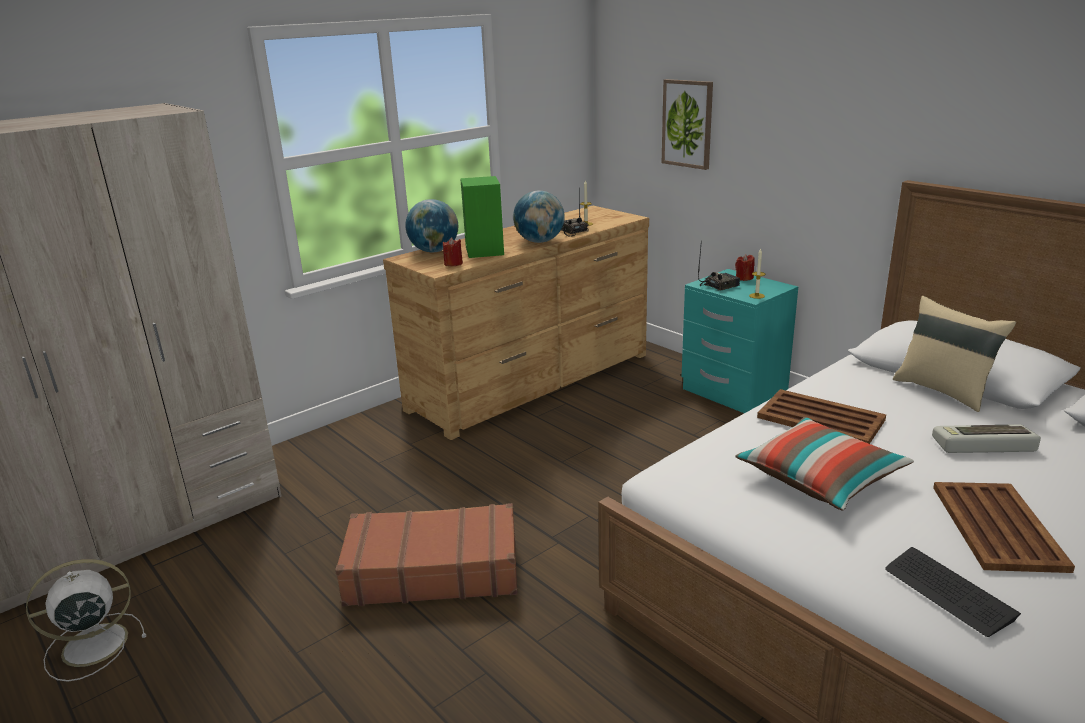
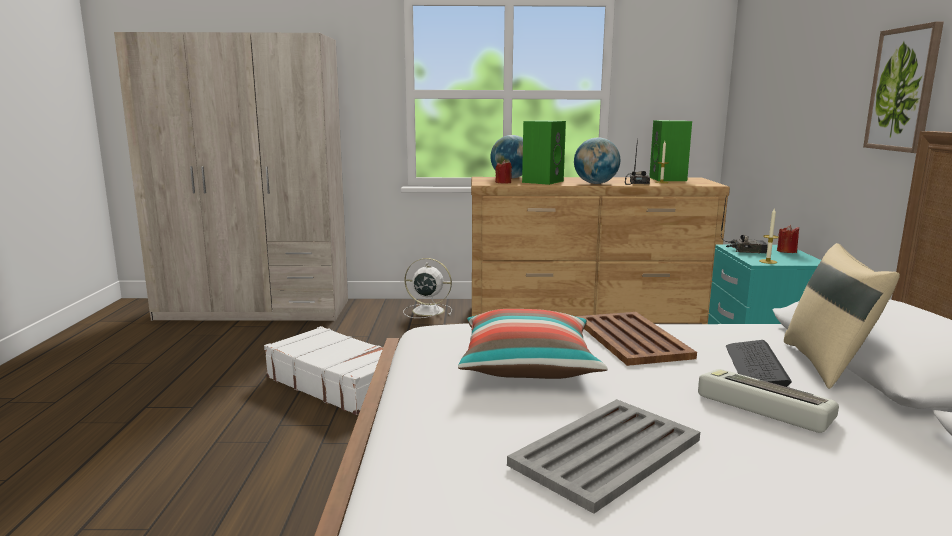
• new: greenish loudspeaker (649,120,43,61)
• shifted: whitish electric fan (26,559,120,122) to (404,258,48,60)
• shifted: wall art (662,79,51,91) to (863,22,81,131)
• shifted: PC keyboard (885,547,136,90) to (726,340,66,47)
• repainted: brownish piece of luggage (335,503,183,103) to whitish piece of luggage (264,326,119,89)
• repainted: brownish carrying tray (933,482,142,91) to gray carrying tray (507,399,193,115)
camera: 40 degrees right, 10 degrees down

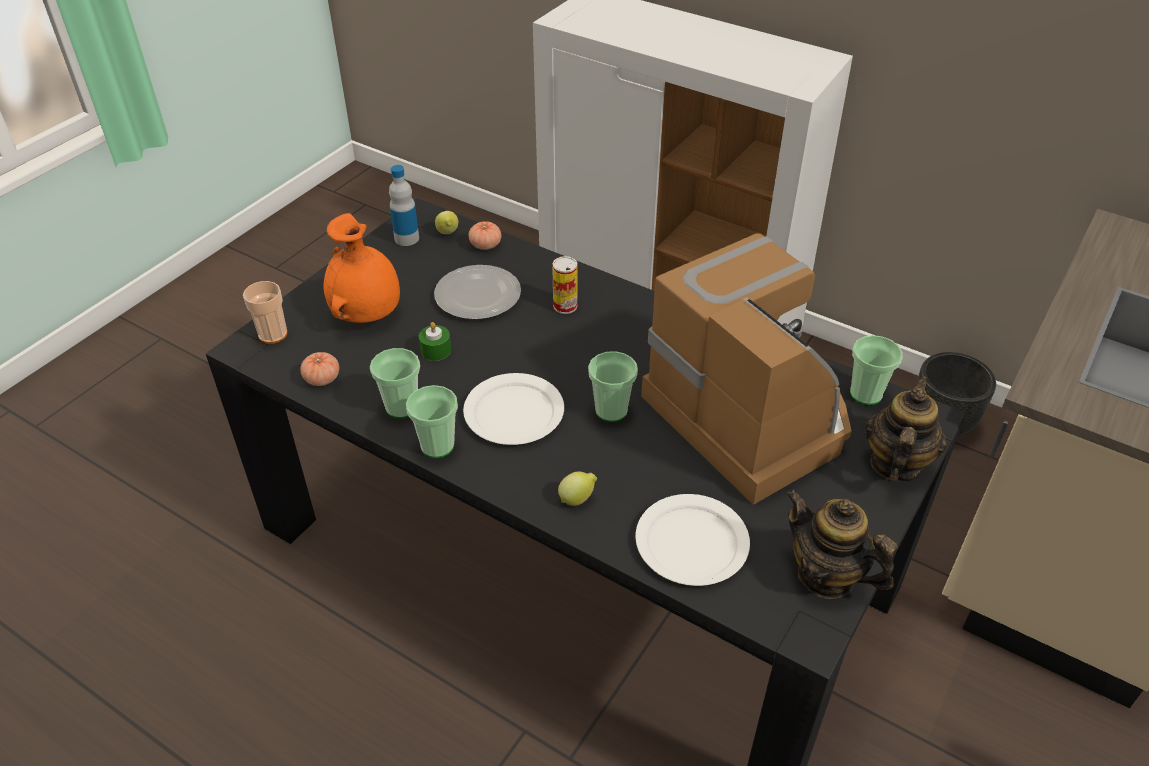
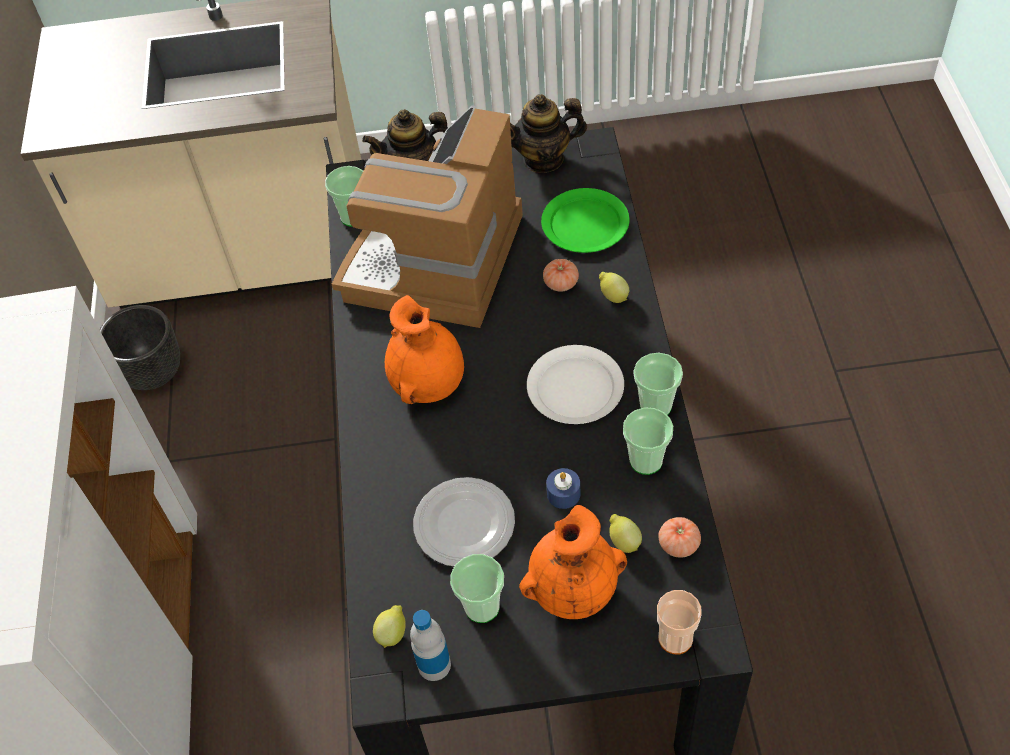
• gone: sealed can (552,256,26,58)
• new: orange-coloured vase (385,295,79,109)
• new: whole lemon (609,514,33,39)
• shifted: tomato (469,221,32,29) to (543,259,36,33)
• shifted: drinking cup (588,351,50,71) to (450,554,54,69)
• repainted: greenish wax candle (419,322,32,39) to blue wax candle (546,468,35,41)
• repainted: whitish dinner plate (635,494,115,92) to greenish dinner plate (541,188,88,65)
• rotated: teapot (786,489,112,110) = (510,94,77,79) 75 degrees clockwise
camera: 125 degrees left, 10 degrees up

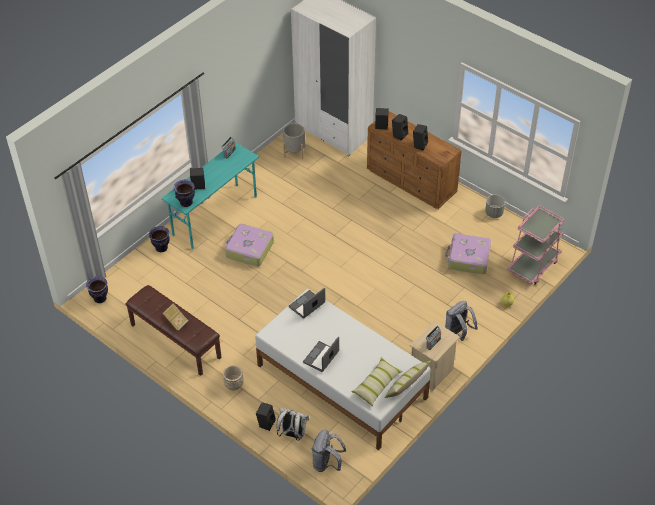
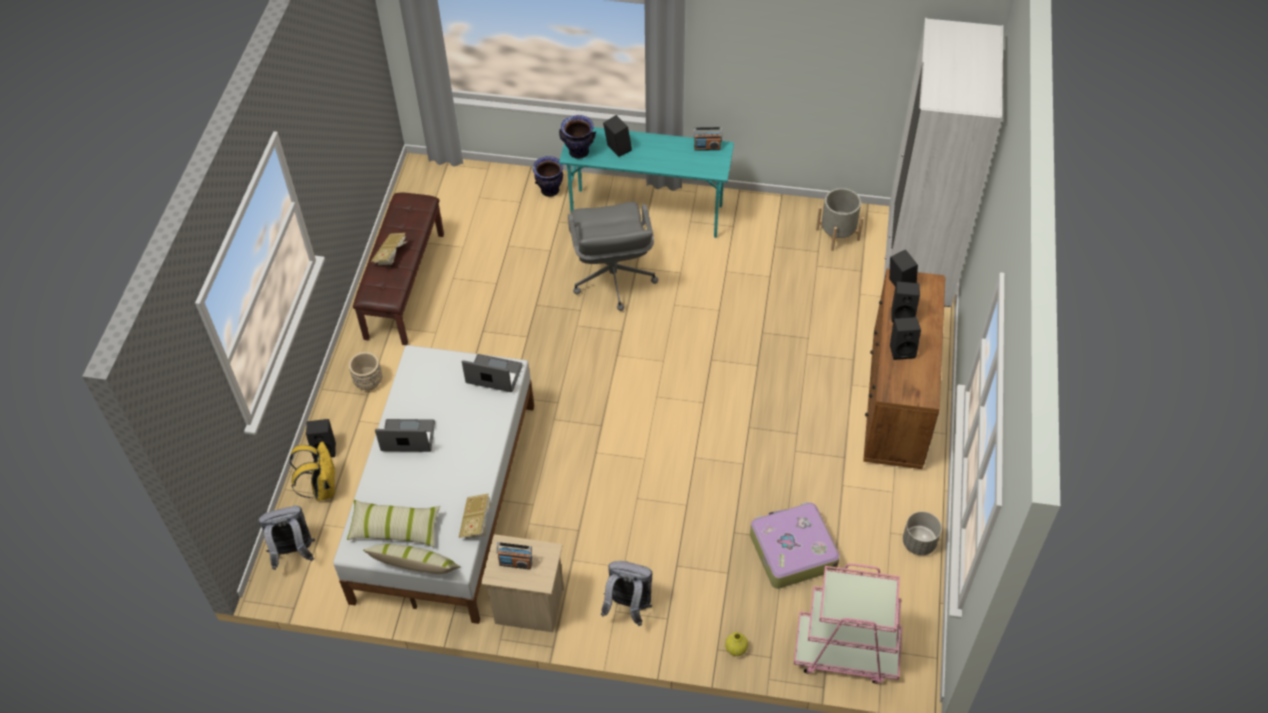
• gone: vase (86,276,22,27)
• new: volume (459,493,33,46)
• swapped: piece of luggage (225,224,49,43) to gray computer chair (568,202,90,109)
• repainted: whitish knapsack (277,408,32,33) to yellowish knapsack (290,441,46,60)
camera: 60 degrees right, 5 degrees up

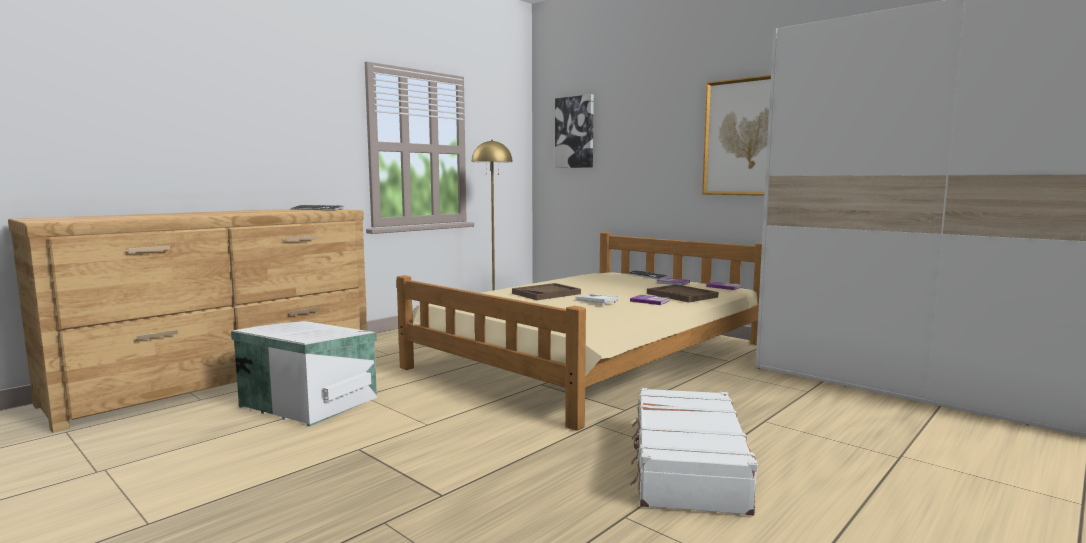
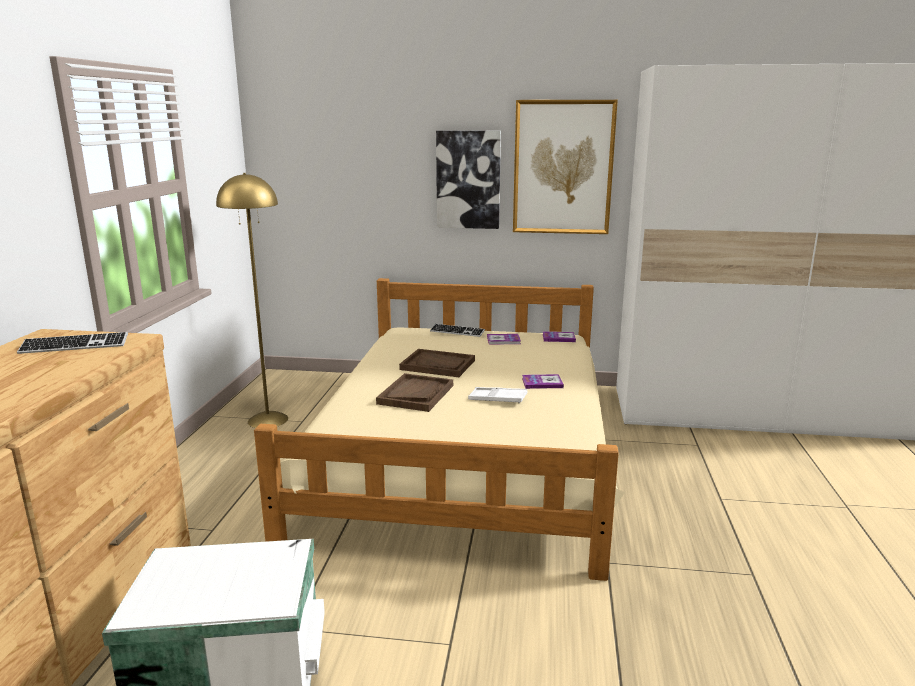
• gone: whitish piece of luggage (630,388,128,127)
• shifted: wall art (555,94,39,74) to (436,131,65,98)
• shifted: brownish carrying tray (647,284,71,19) to (399,349,76,28)
camera: 35 degrees left, 10 degrees up

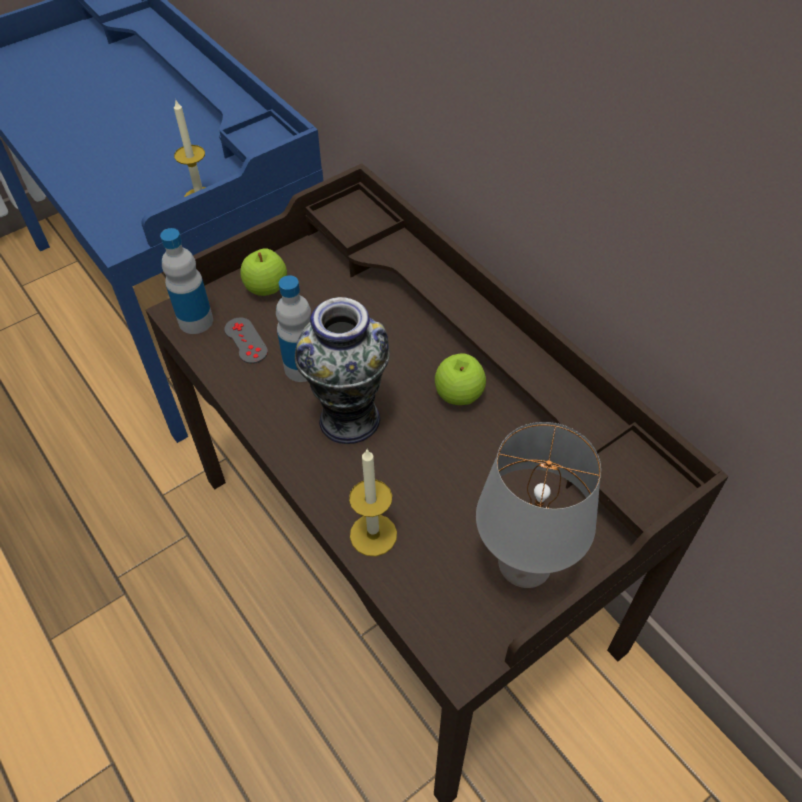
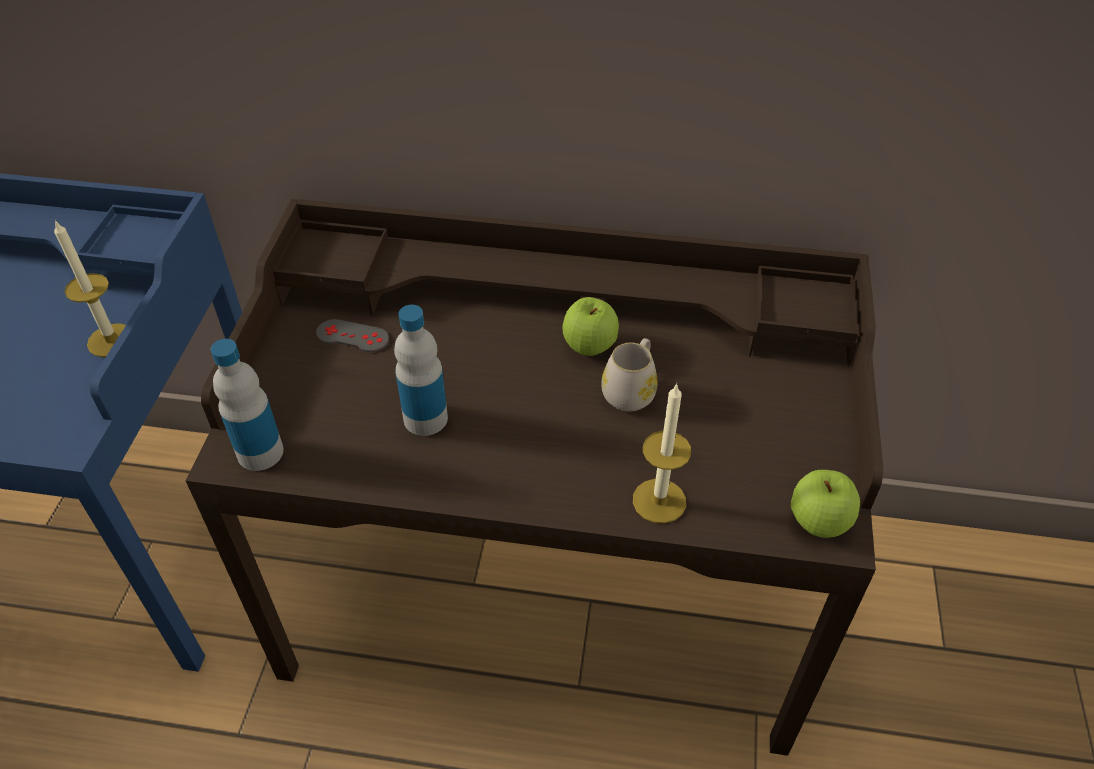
• gone: vase (295,297,95,147)
• gone: gray table lamp (476,422,125,166)
• new: whitish tea mug (601,338,57,74)
• shifted: gray joypad (224,317,44,47) to (316,319,73,33)
• shifted: apple (240,249,47,47) to (791,470,69,68)
camera: 45 degrees left, 5 degrees down

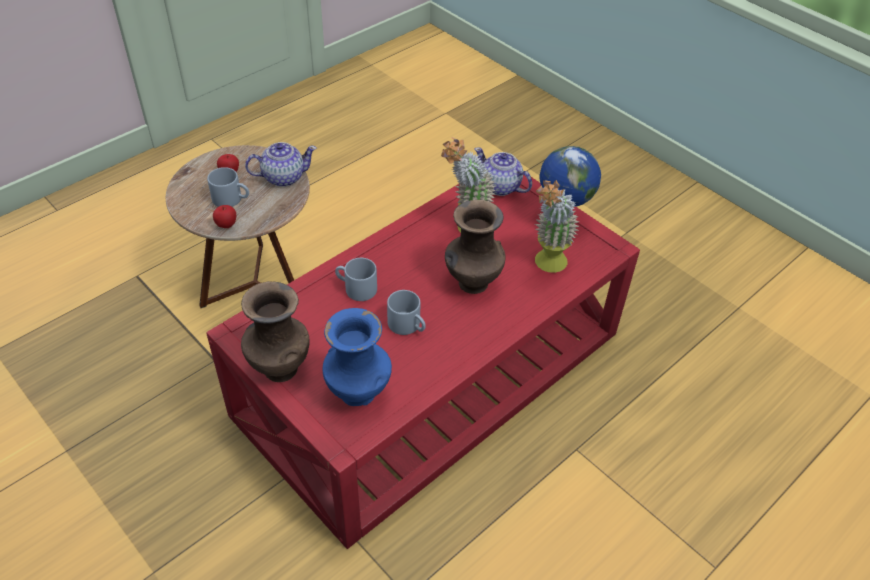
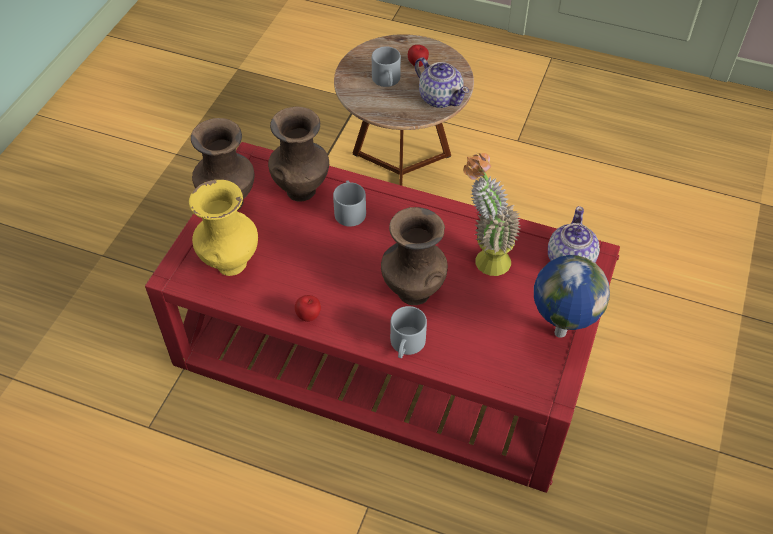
• gone: houseplant (535,180,45,93)
• new: brownish vase (268,107,61,95)
• shifted: apple (213,205,23,23) to (295,295,26,27)
• shifted: gray tea mug (387,290,39,45) to (390,306,37,52)
• repainted: blue vase (323,308,69,98) to yellowish vase (189,180,69,96)
camera: 65 degrees right, 5 degrees up

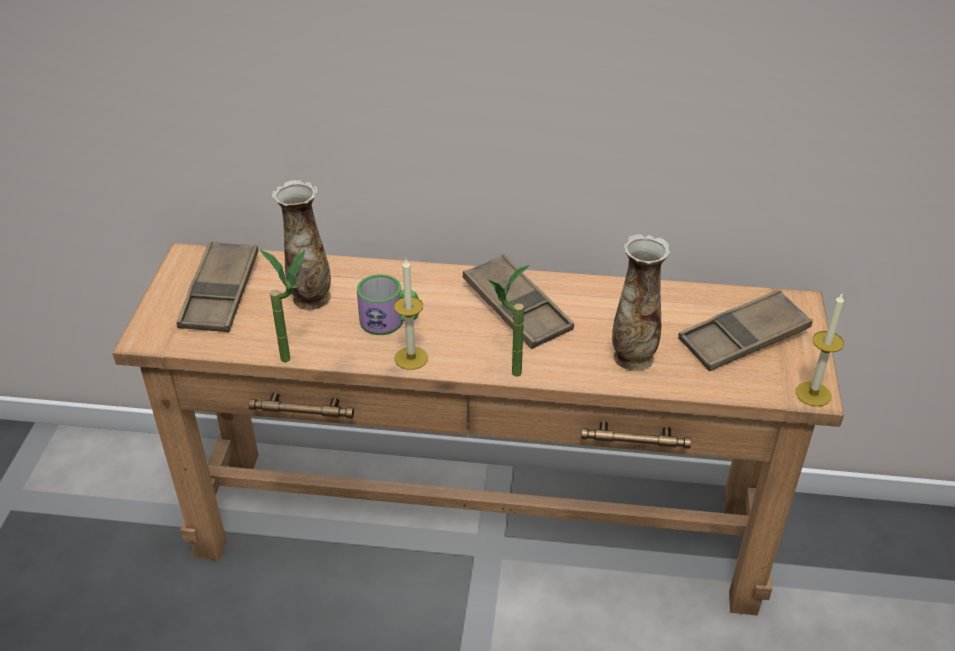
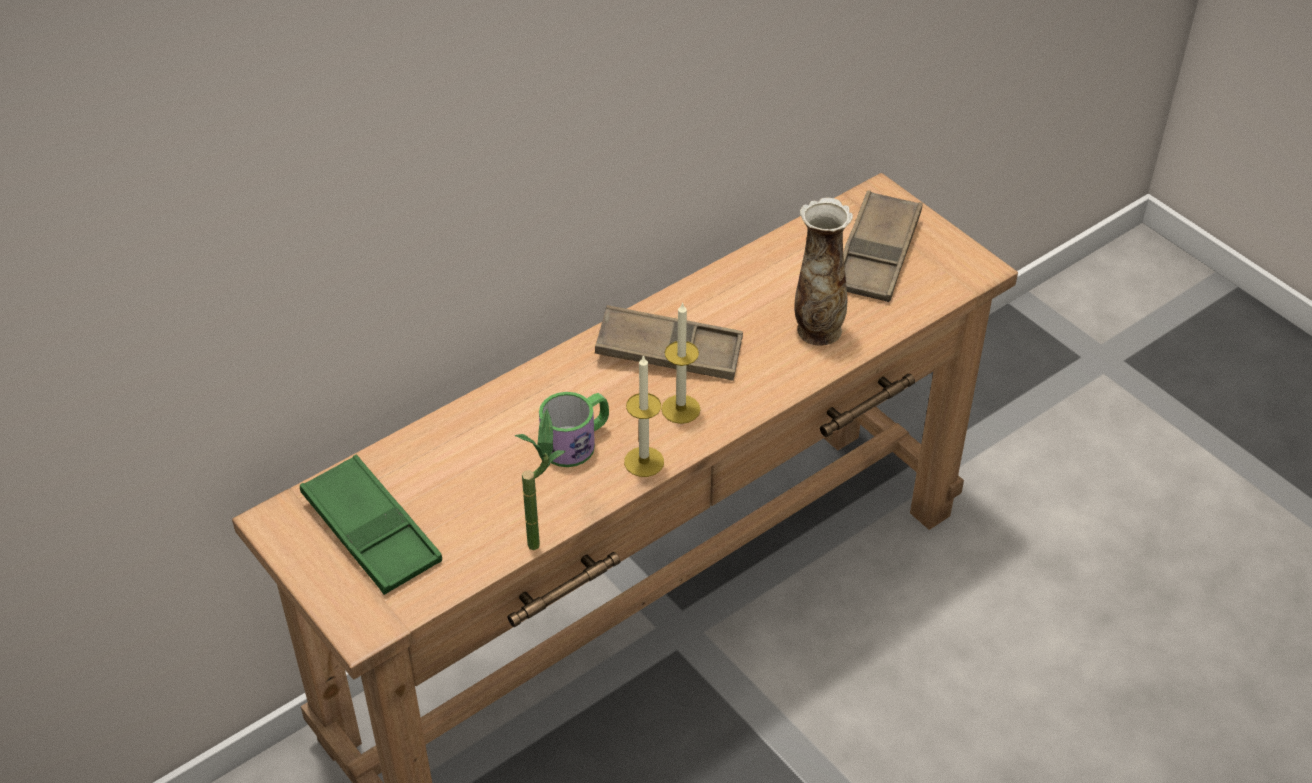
• gone: vase (272,180,59,130)
• gone: houseplant (487,265,43,112)
• shifted: wax candle (796,294,48,113) to (661,302,40,122)
• repainted: brownish carrying tray (177,241,81,91) to greenish carrying tray (300,455,142,140)
camera: 45 degrees left, 5 degrees up

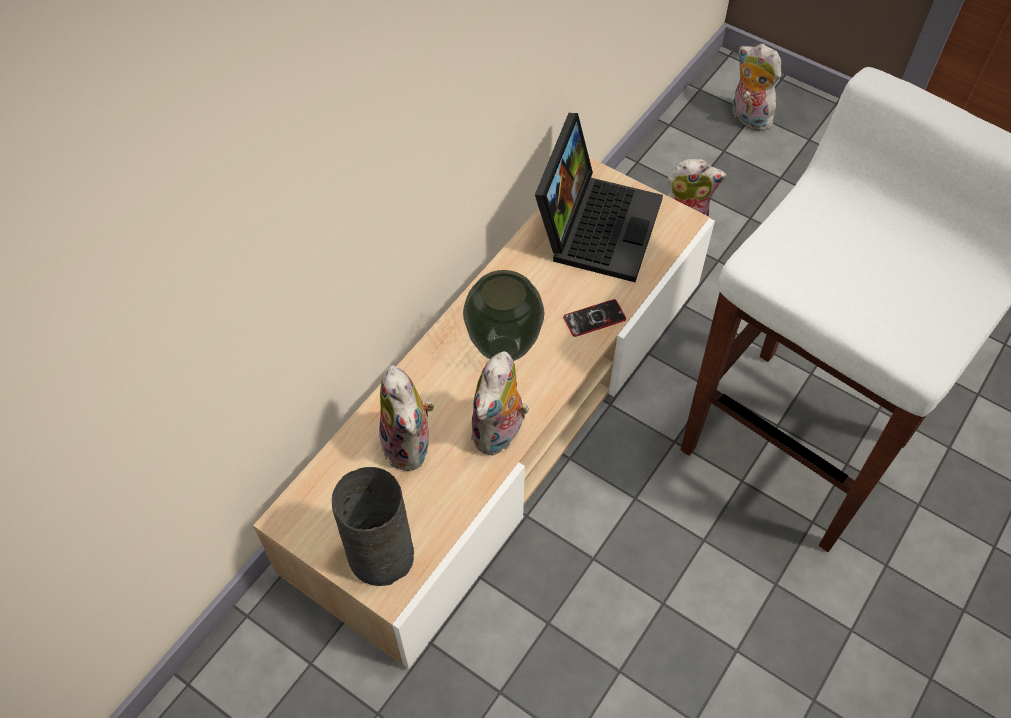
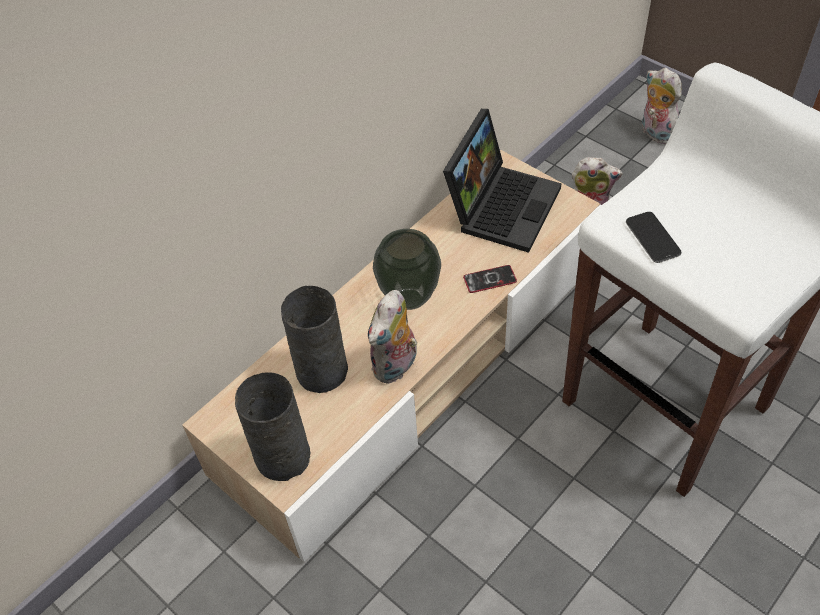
• new: handset (626,212,55,51)
• swapped: soft toy (379,365,55,106) to gray vase (281,286,67,107)
camera: 10 degrees right, 5 degrees down

